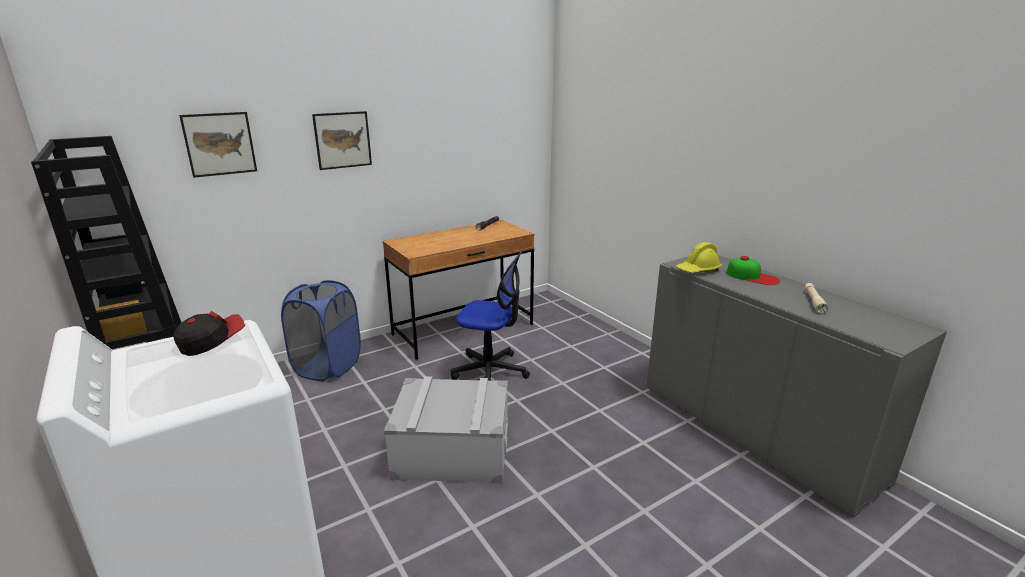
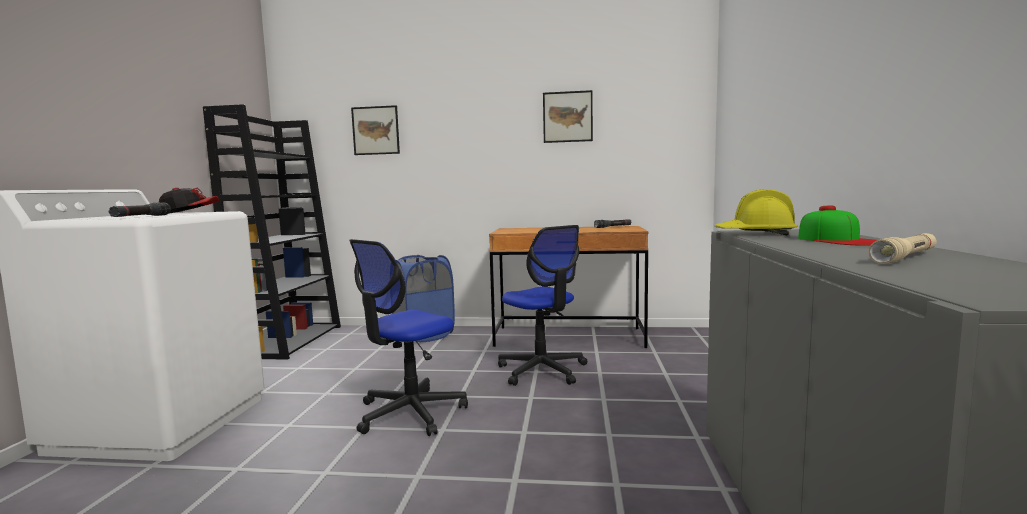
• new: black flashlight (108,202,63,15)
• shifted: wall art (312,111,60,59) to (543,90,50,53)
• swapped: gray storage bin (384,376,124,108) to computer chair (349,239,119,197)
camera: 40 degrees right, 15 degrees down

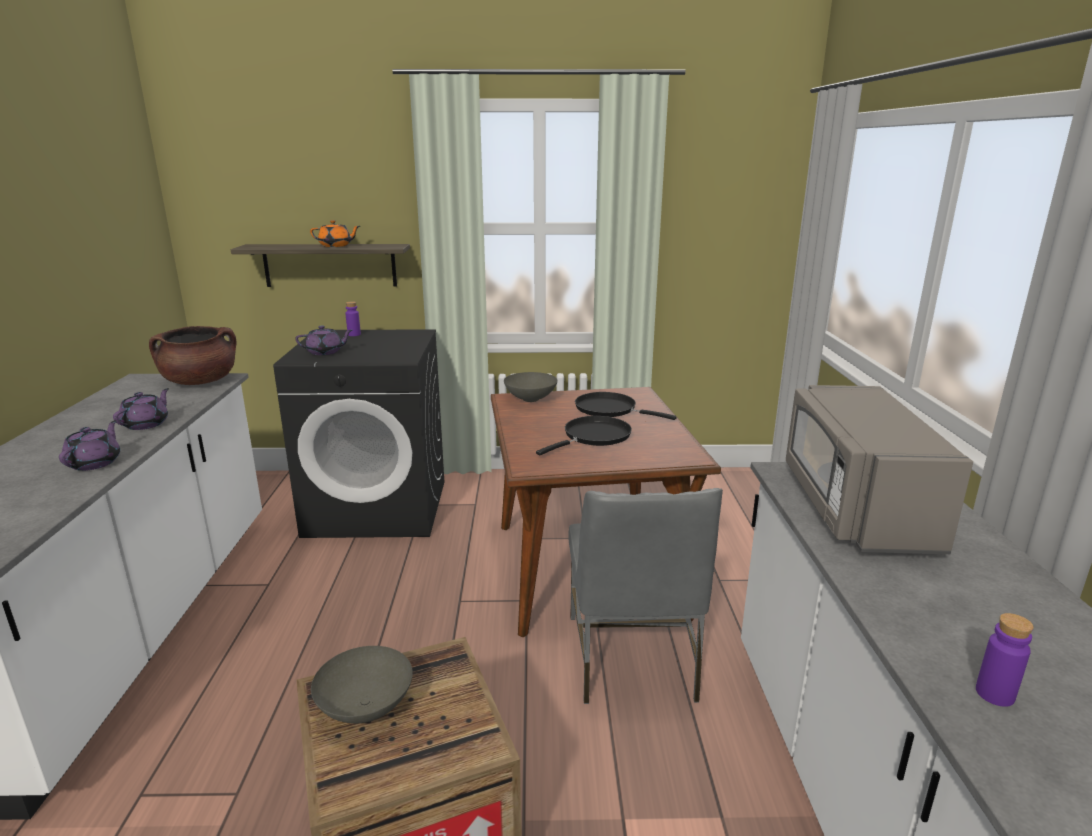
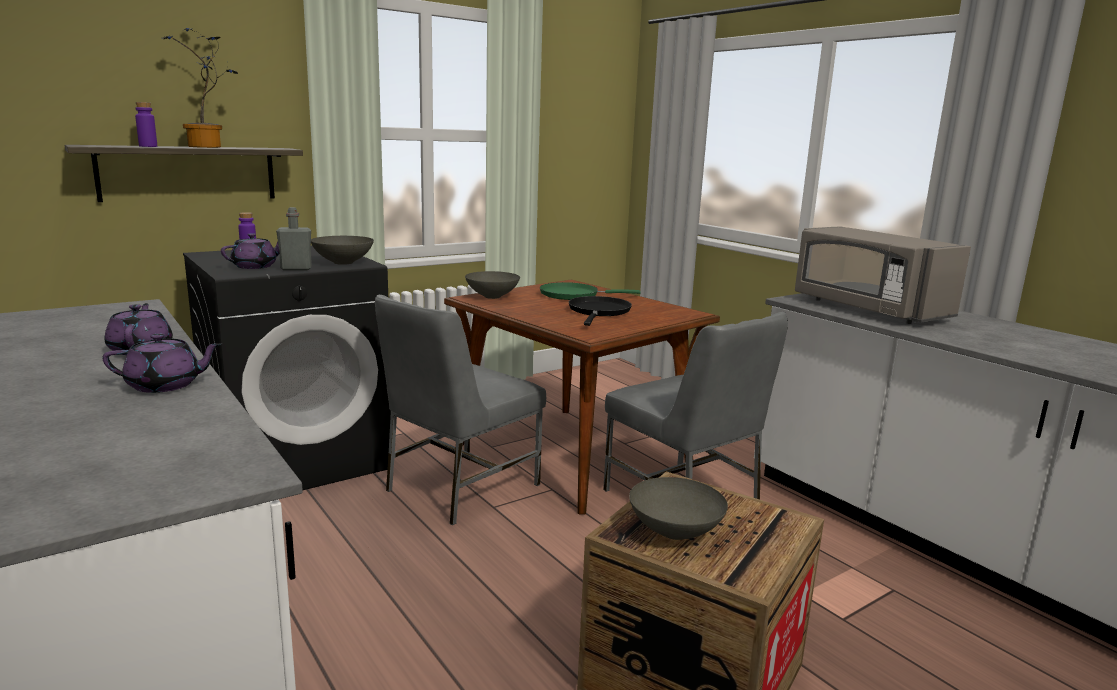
• gone: brownish saucepot (149,326,88,59)
• new: gray bottle (276,207,36,64)
• new: gray bowl (311,236,63,29)
• new: gray upright chair (375,295,171,230)
• shifted: purple-coloured bottle (976,613,58,94) to (135,102,22,45)
• swapped: orange-coloured teapot (310,220,50,27) to houseplant (162,28,76,120)
• repainted: black pan (575,392,102,28) to greenish pan (540,282,101,18)
• rotated: purple-coloured teapot (59,420,61,51) = (102,333,120,60) 105 degrees clockwise
camera: 35 degrees left, 5 degrees down

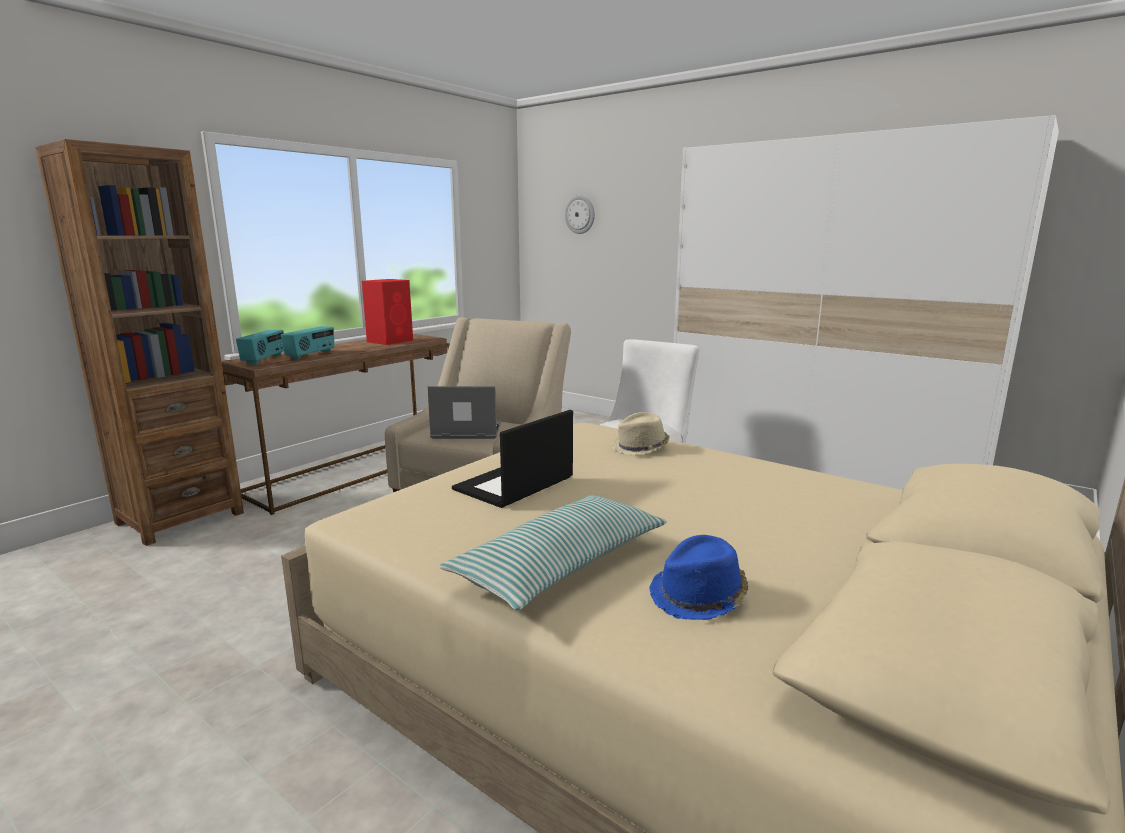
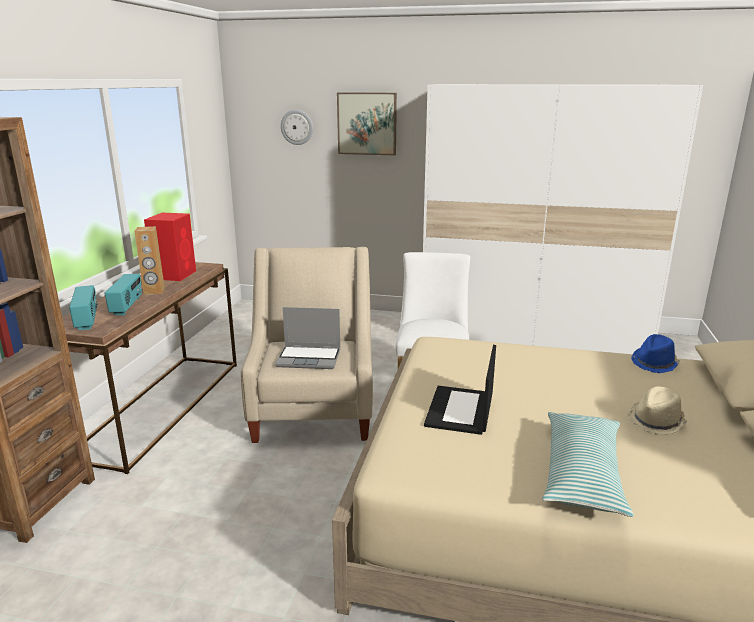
• new: brownish loudspeaker (134,226,31,69)
• new: wall art (337,92,60,63)
• shifted: beige clothing hat (612,412,58,43) to (627,386,60,49)
• shifted: blue clothing hat (649,535,99,85) to (631,334,49,39)
• rotated: notebook computer (428,386,73,53) = (275,307,66,62) 150 degrees counterclockwise
camera: 25 degrees left, 5 degrees up

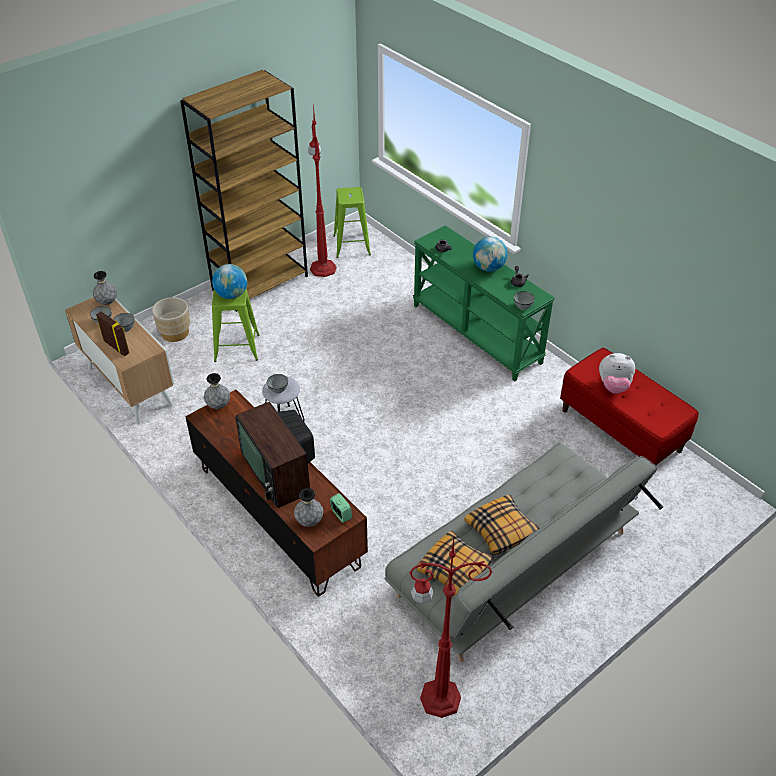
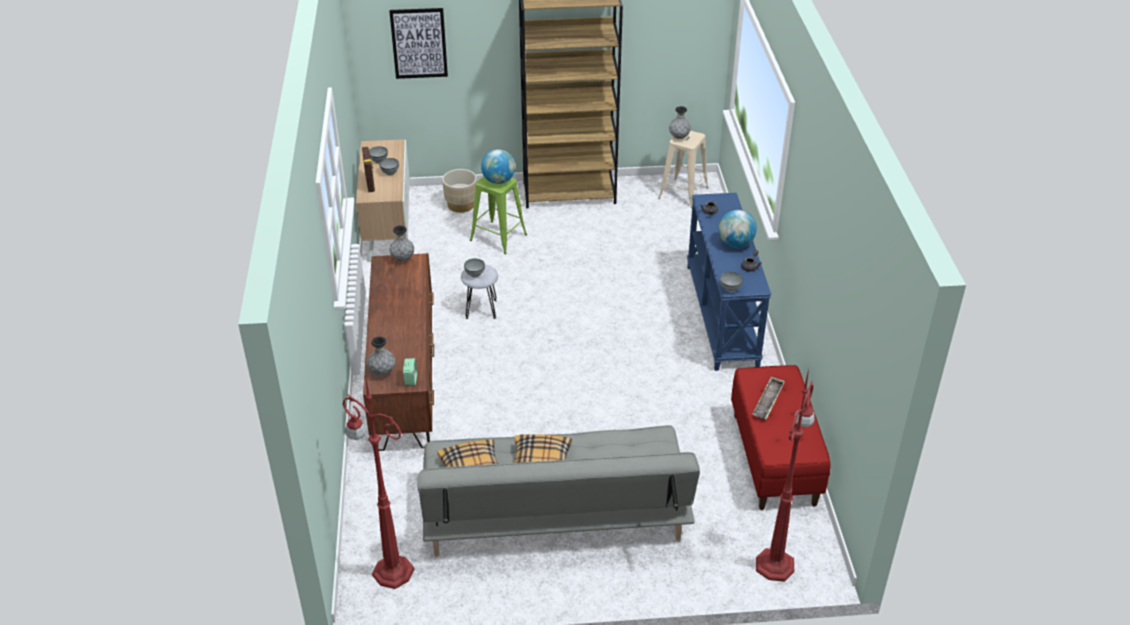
• gone: TV set (235,402,80,106)
• new: wall art (389,8,59,71)
• shifted: gray vase (93,271,24,34) to (669,106,22,33)
• shifted: reddish standard lamp (308,105,29,172) to (756,369,59,213)
• swapped: soft toy (599,353,36,41) to carrying tray (752,377,33,43)
• repainted: greenish stool seat (333,187,38,71) to beige stool seat (658,131,51,77)
• repainted: greenish hall table (413,225,142,157) to blue hall table (687,193,84,178)
camera: 35 degrees right, 5 degrees down

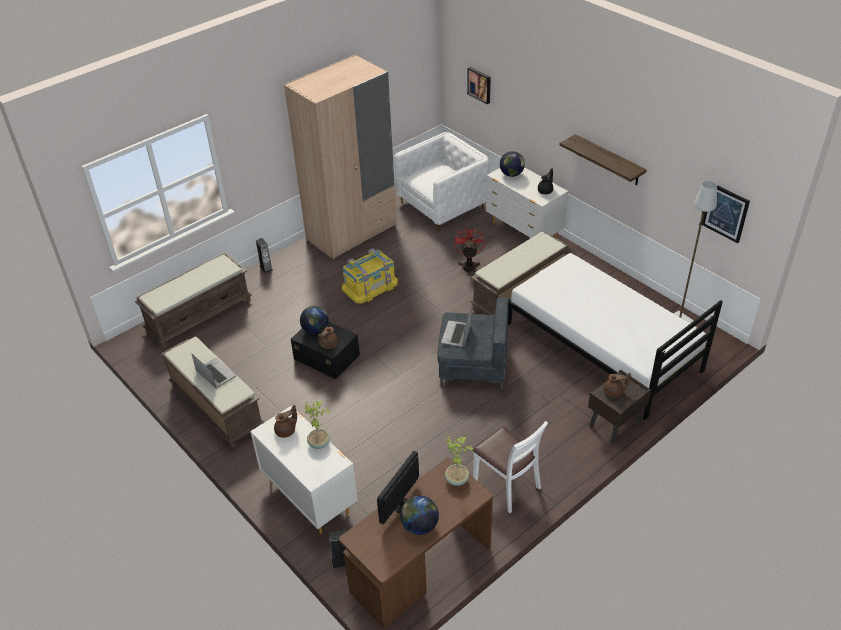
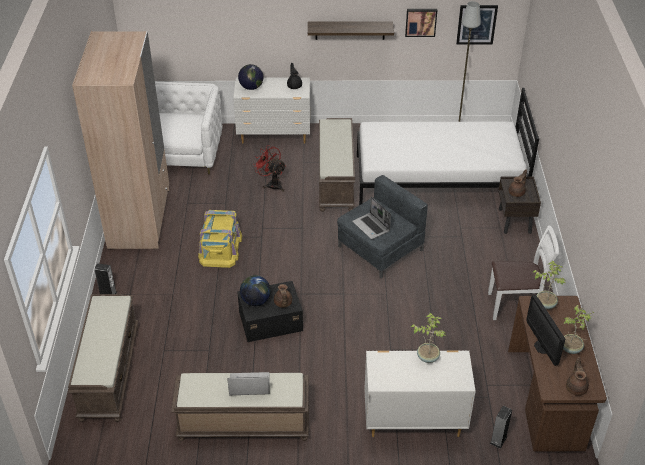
• shifted: brownish teapot (274,405,23,33) to (566,357,23,39)
• shifted: wall art (467,67,24,37) to (405,9,32,28)
• swapped: world globe (400,496,39,39) to houseplant (563,305,31,49)
camera: 50 degrees left, 0 degrees up

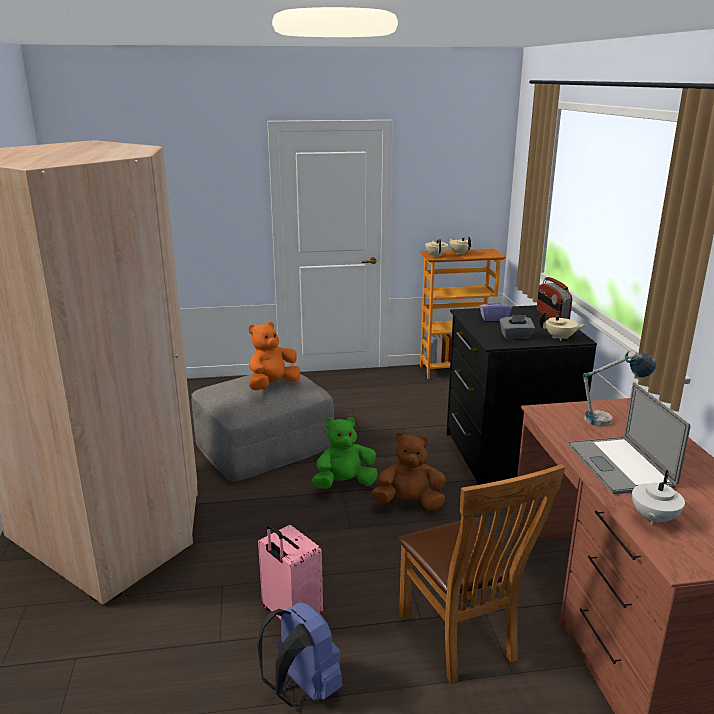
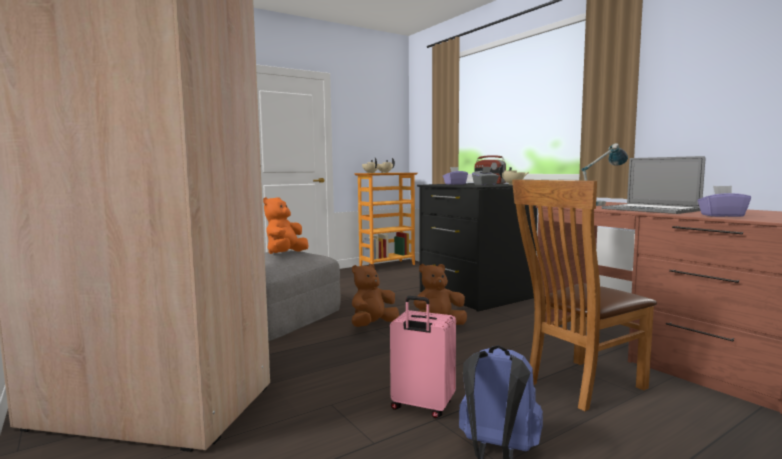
• swapped: whitish teapot (632,470,53,55) to purple-coloured tissue holder (698,186,53,31)
• repainted: greenish soft toy (312,417,66,72) to brownish soft toy (352,264,47,63)
• rotated: brownish upright chair (398,464,167,219) = (512,179,145,232) 105 degrees clockwise
camera: 25 degrees left, 15 degrees down

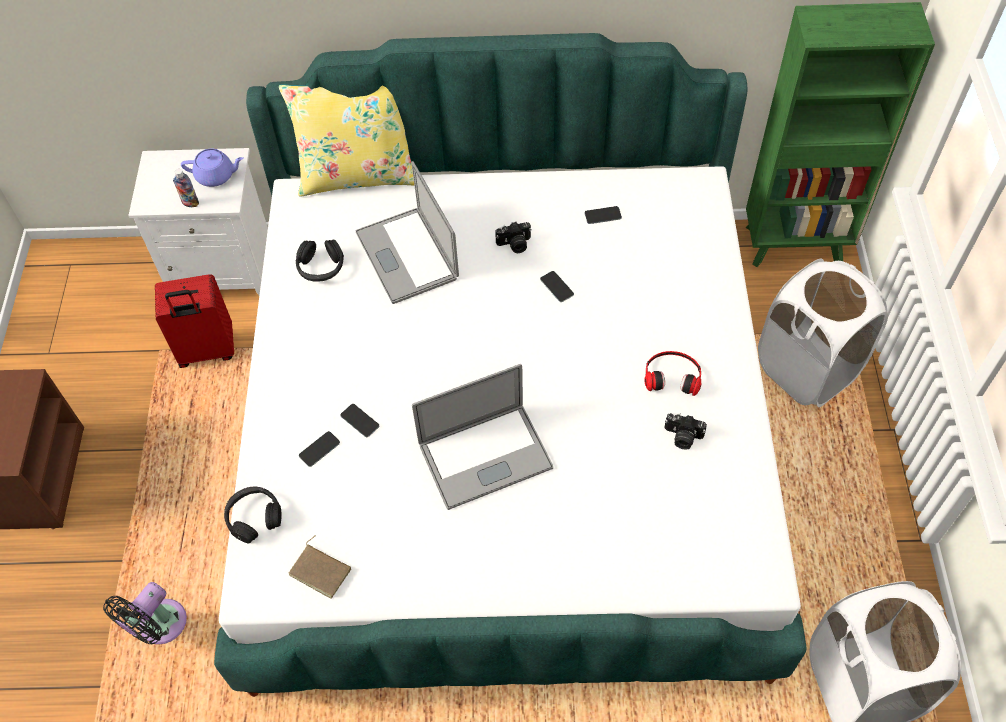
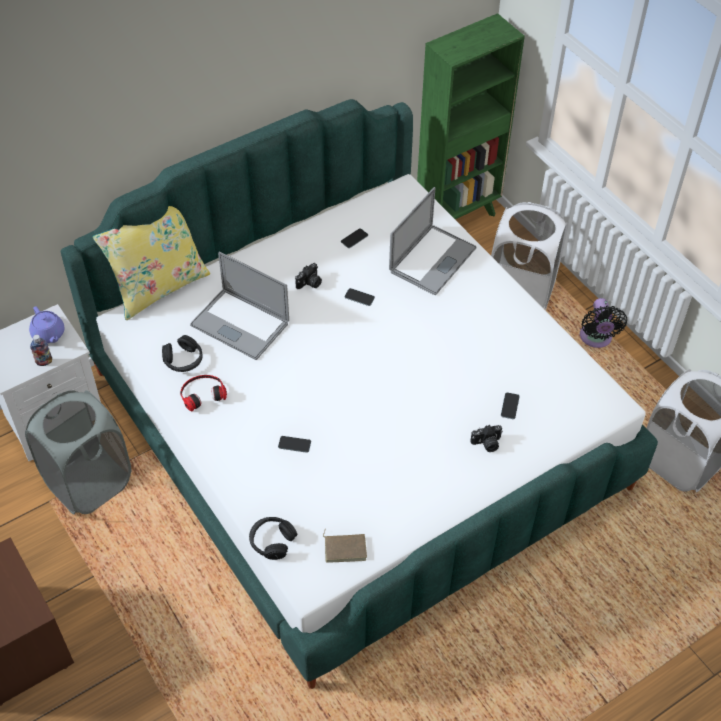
• shifted: black electric fan (103,582,84,62) to (580,298,47,50)
• shifted: handset (299,431,41,36) to (501,392,19,27)
• shifted: notebook computer (412,364,141,146) to (389,187,87,108)
• shifted: pair of headphones (645,351,57,45) to (180,375,47,36)
• shifted: still camera (665,413,42,37) to (470,425,33,27)
• swapped: reddish piece of luggage (155,274,79,94) to gray washing basket (25,390,106,124)
• rotated: purple-coloured teapot (181,148,63,39) = (29,306,35,37) 90 degrees clockwise
camera: 35 degrees left, 5 degrees down

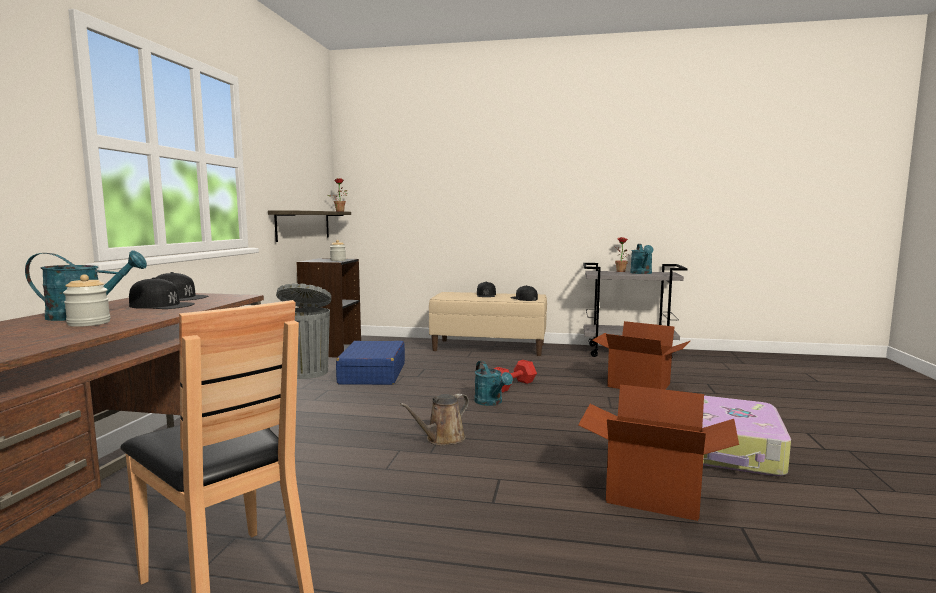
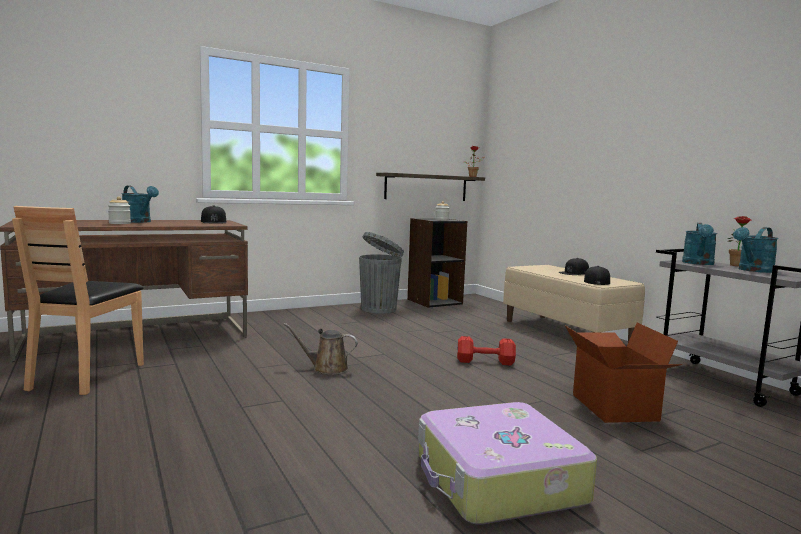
• gone: black cap (129,278,66,31)
• gone: blue piece of luggage (336,341,69,44)
• gone: packing box (578,384,161,137)
• shifted: blue-green sprinkling can (474,361,39,45) to (682,223,35,42)
camera: 50 degrees right, 0 degrees up

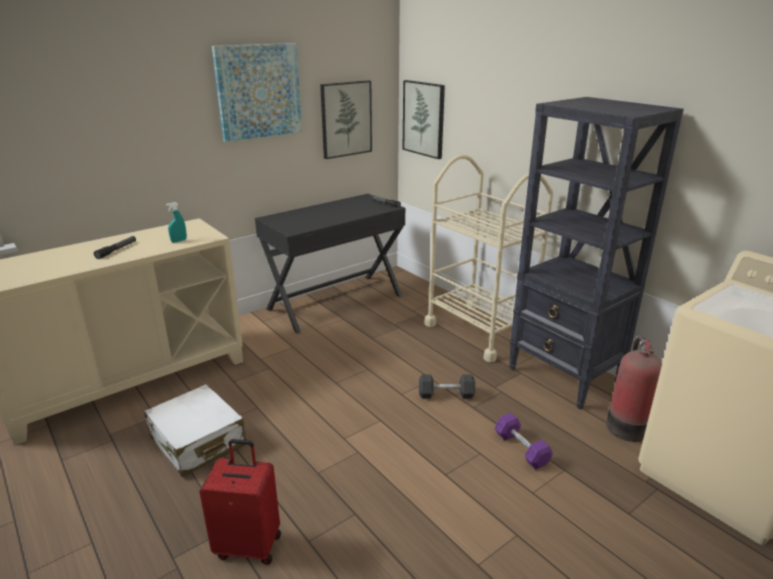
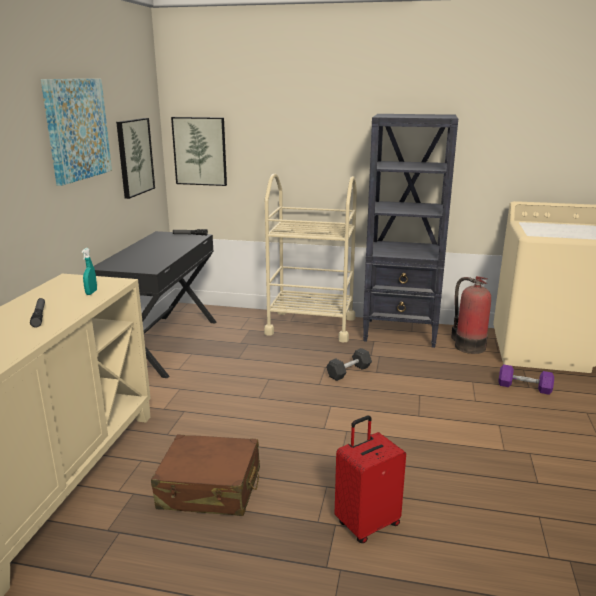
• shifted: purple-coloured dumbbell (494,413,59,57) to (498,364,56,31)
• repainted: whitish piece of luggage (144,384,103,93) to brownish piece of luggage (151,434,109,82)
camera: 40 degrees left, 5 degrees down

